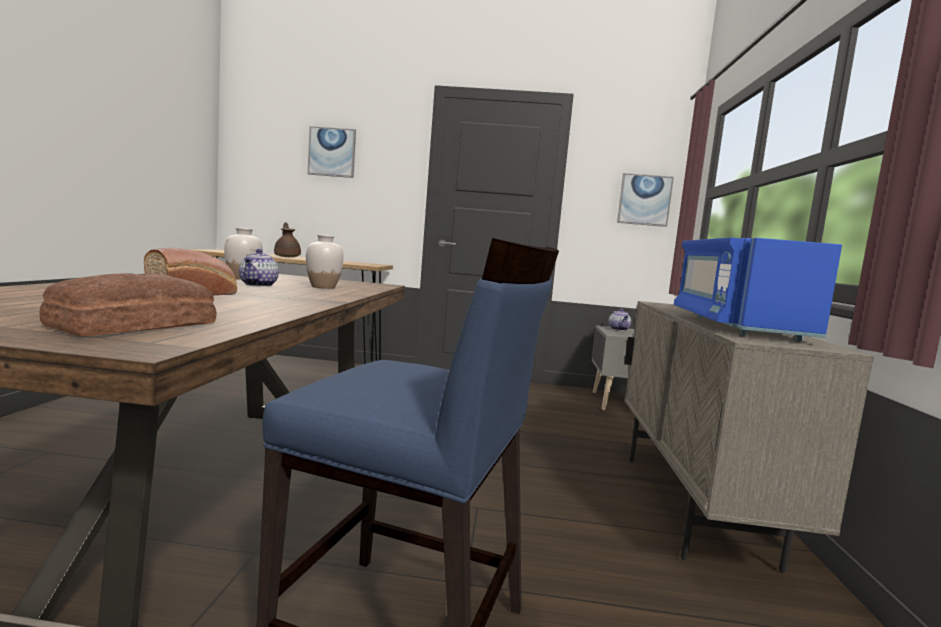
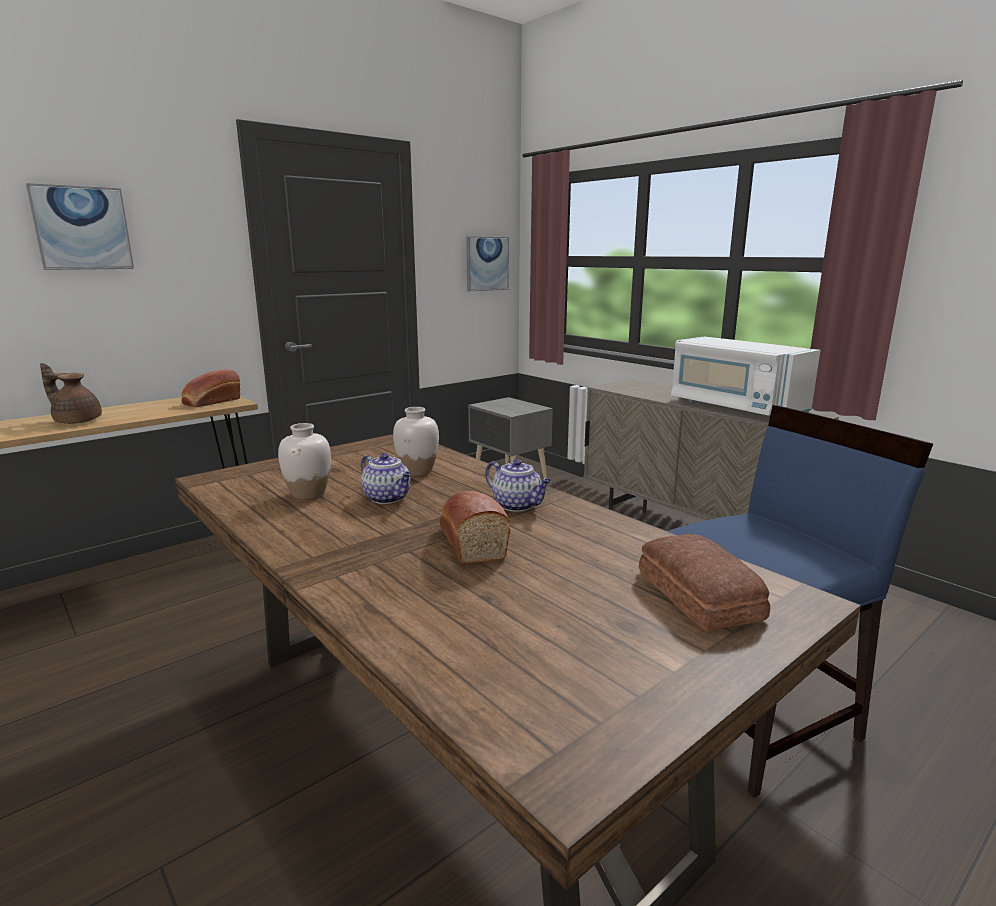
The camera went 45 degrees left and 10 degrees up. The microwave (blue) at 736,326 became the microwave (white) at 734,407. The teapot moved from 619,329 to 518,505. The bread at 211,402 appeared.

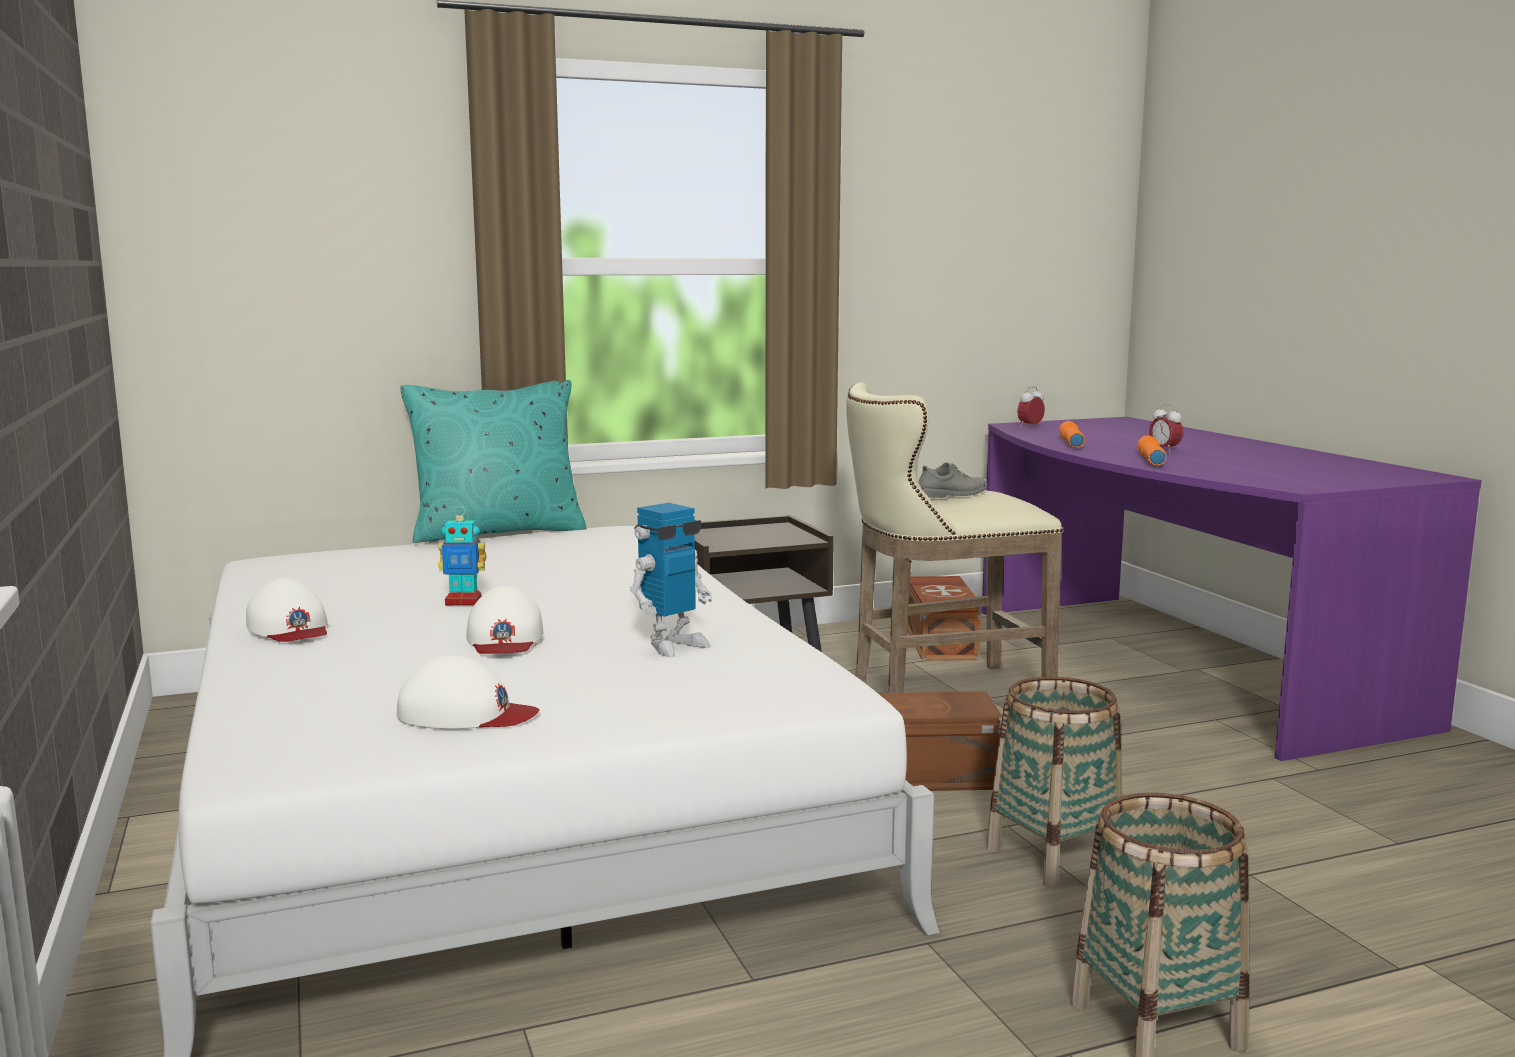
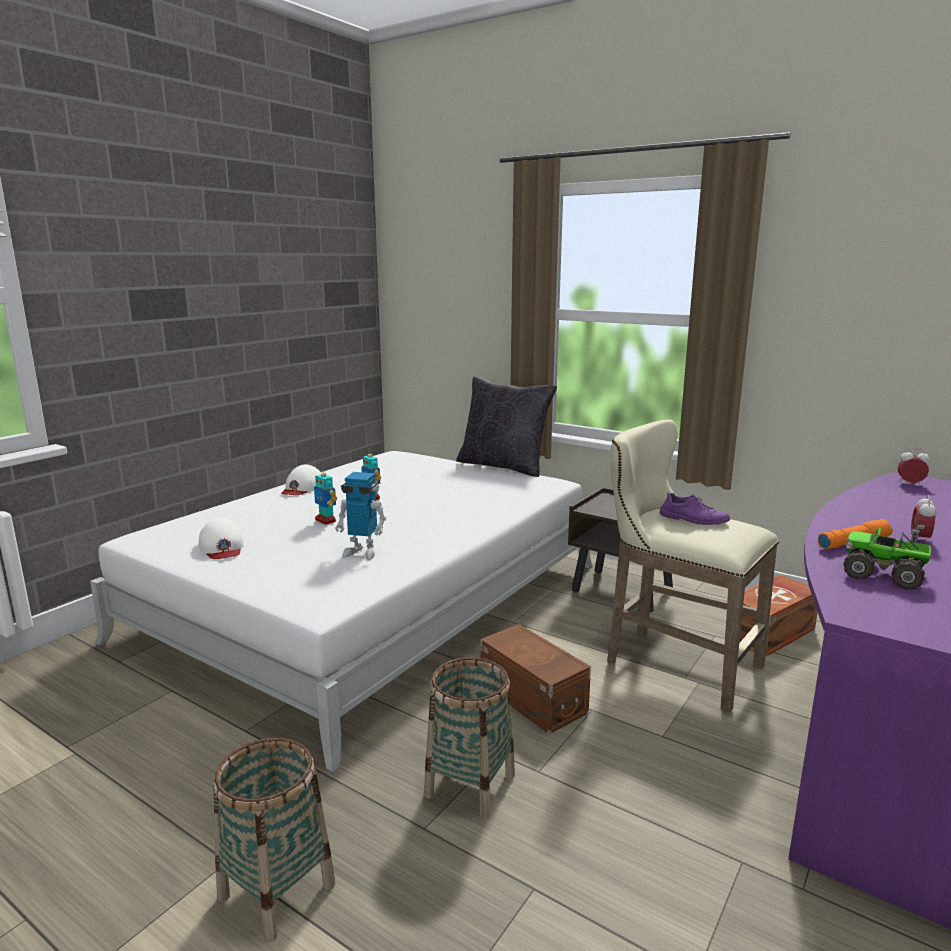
The camera went 55 degrees right and 5 degrees up. The pillow (turquoise) at 497,532 became the pillow (black) at 504,466. The flashlight (orange) at 1070,443 disappeared. The shoe (grey) at 952,494 became the shoe (purple) at 693,519. The cap (white) at 505,638 was replaced by the toy robot at 326,521. The toy truck at 884,574 appeared.

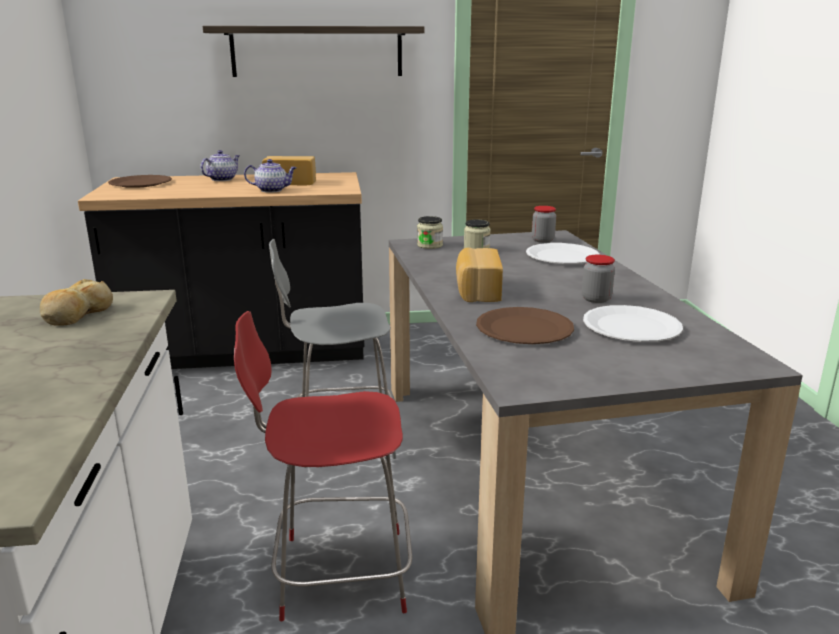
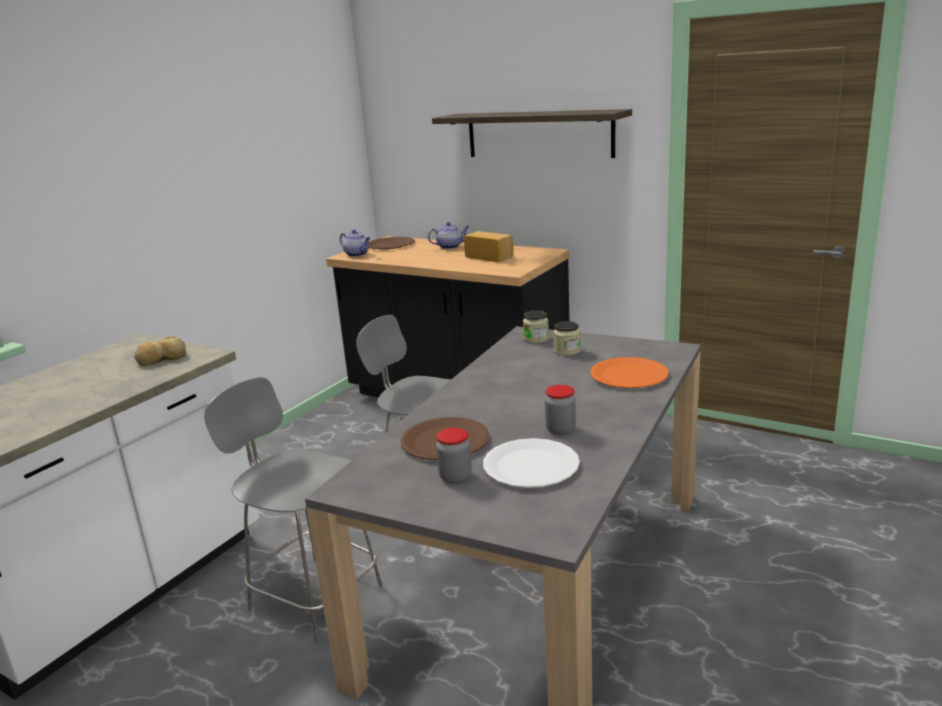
The camera went 40 degrees right and 0 degrees up. The teapot moved from 272,190 to 357,254. The jar moved from 542,240 to 455,477. The plate (white) at 562,256 became the plate (orange) at 629,375. The bread at 477,291 disappeared. The chair (red) at 337,573 became the chair (grey) at 312,596.

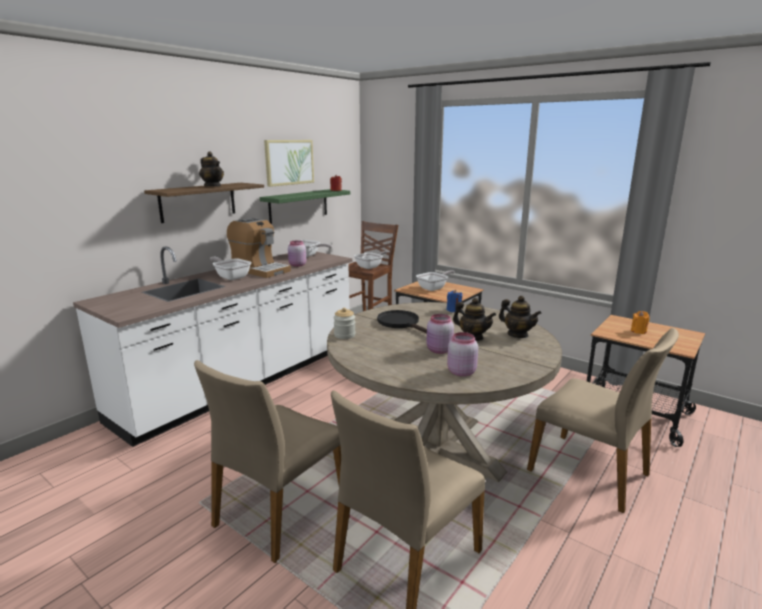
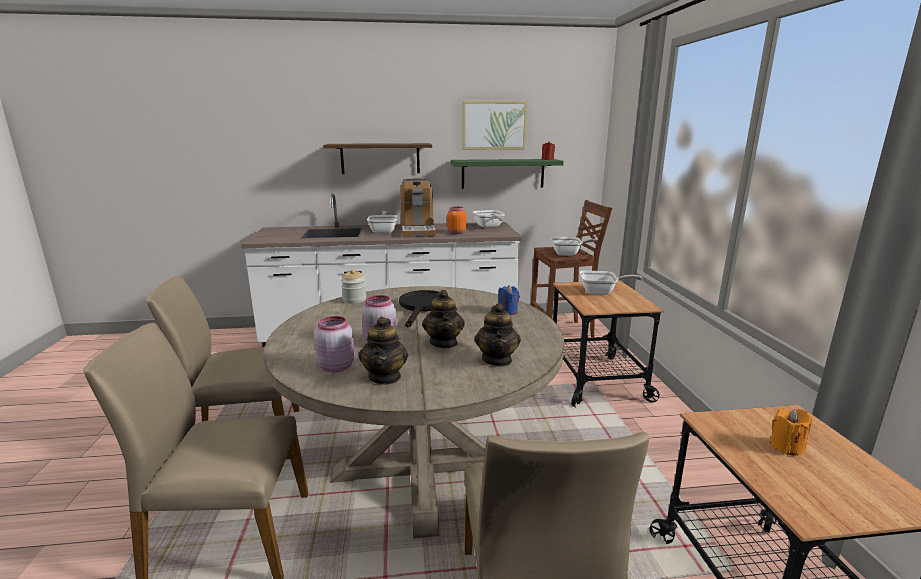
The camera went 45 degrees right and 0 degrees up. The teapot moved from 213,186 to 385,377. The jar (pink) at 297,265 became the jar (orange) at 456,232.

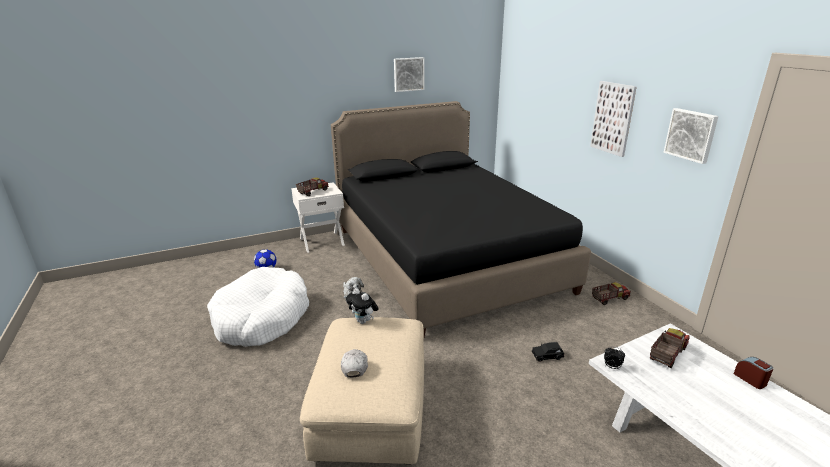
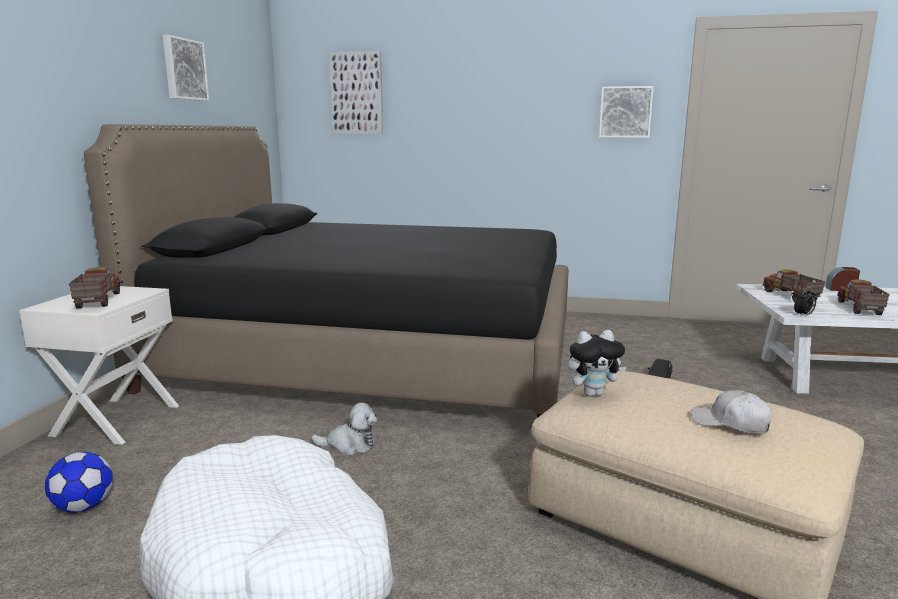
The camera went 55 degrees left and 10 degrees down. The picture moved from 612,118 to 357,93. The toy truck moved from 609,299 to 859,309.

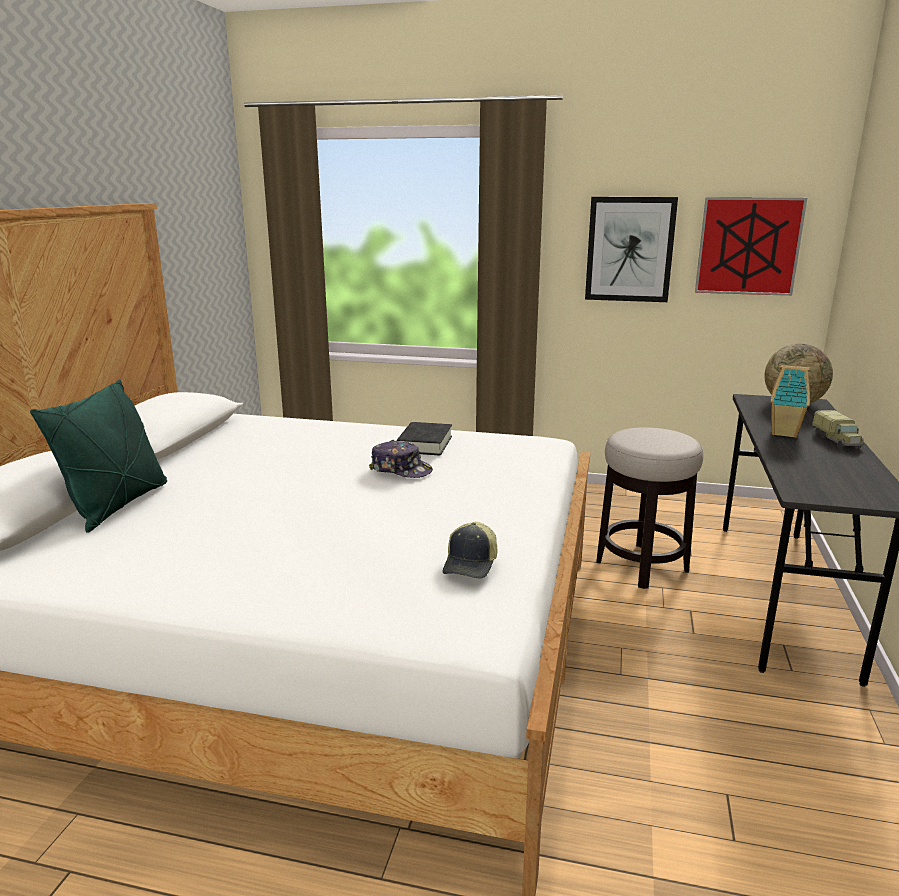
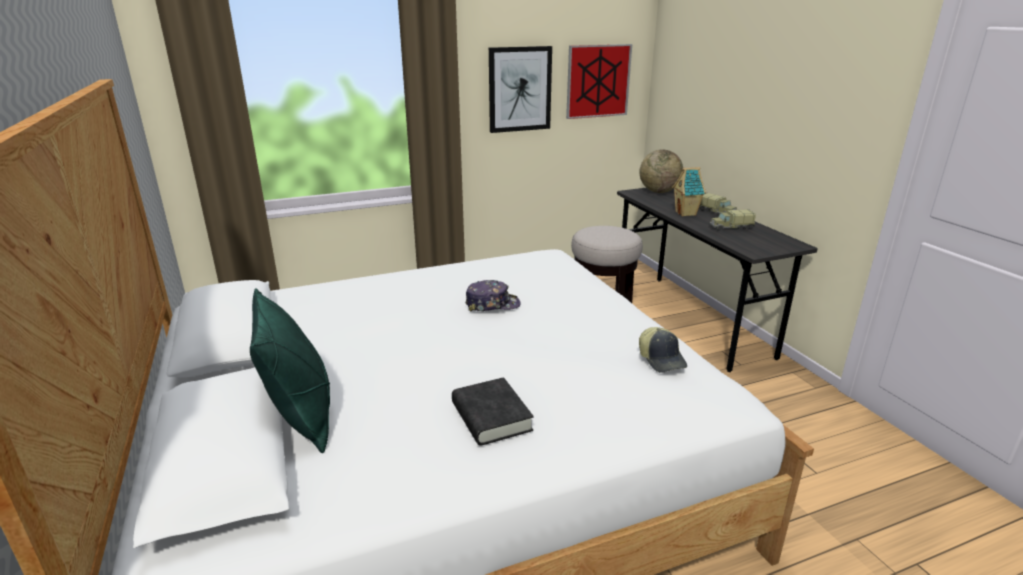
The camera went 35 degrees left and 5 degrees up. The book (black) moved from 424,444 to 491,417. The toy truck at 730,228 appeared.

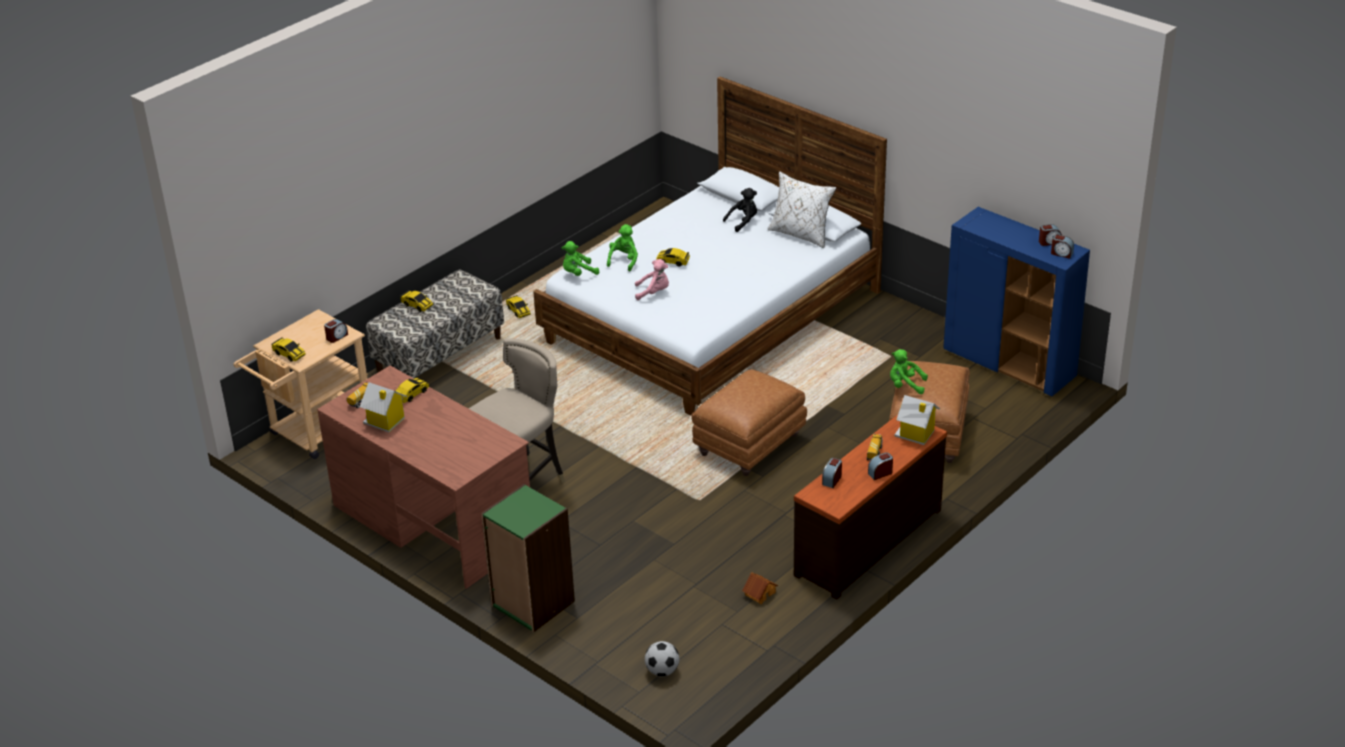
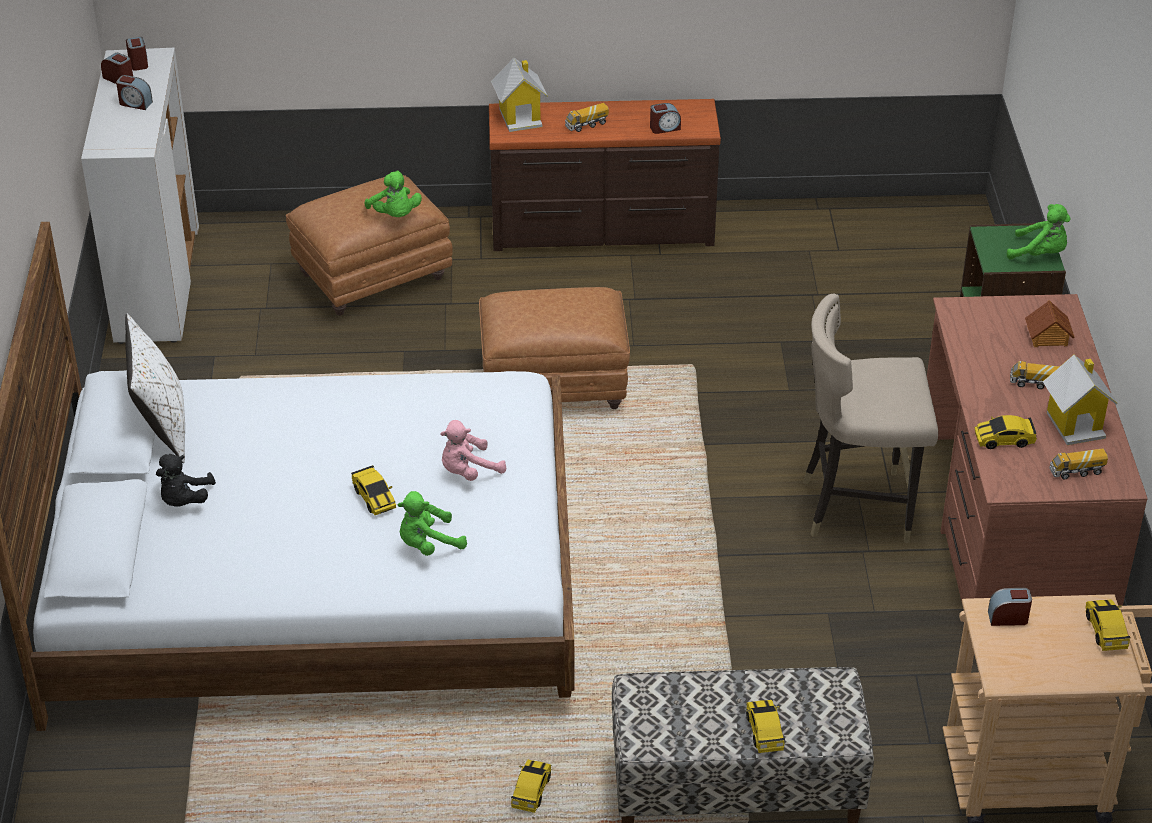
The camera went 135 degrees left and 5 degrees up. The plush toy (black) at 743,222 turned 90 degrees counterclockwise. The cabinet (blue) at 1010,364 became the cabinet (white) at 157,285. The plush toy (green) moved from 578,273 to 1040,254. The plush toy (pink) at 654,292 turned 75 degrees counterclockwise. The alarm clock moved from 880,473 to 135,103. The toy house moved from 759,593 to 1047,337. The football at 662,671 disappeared. The toy truck at 1035,383 appeared.

